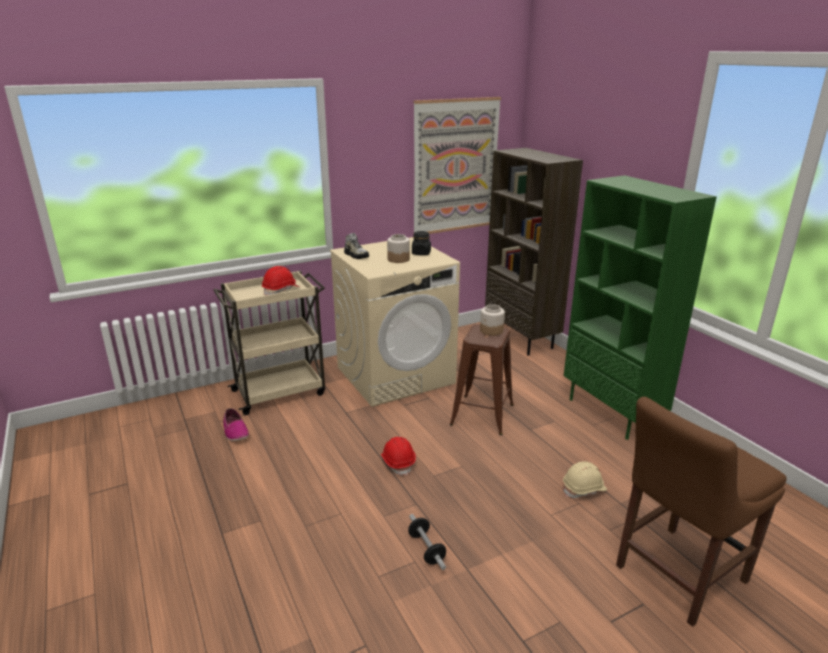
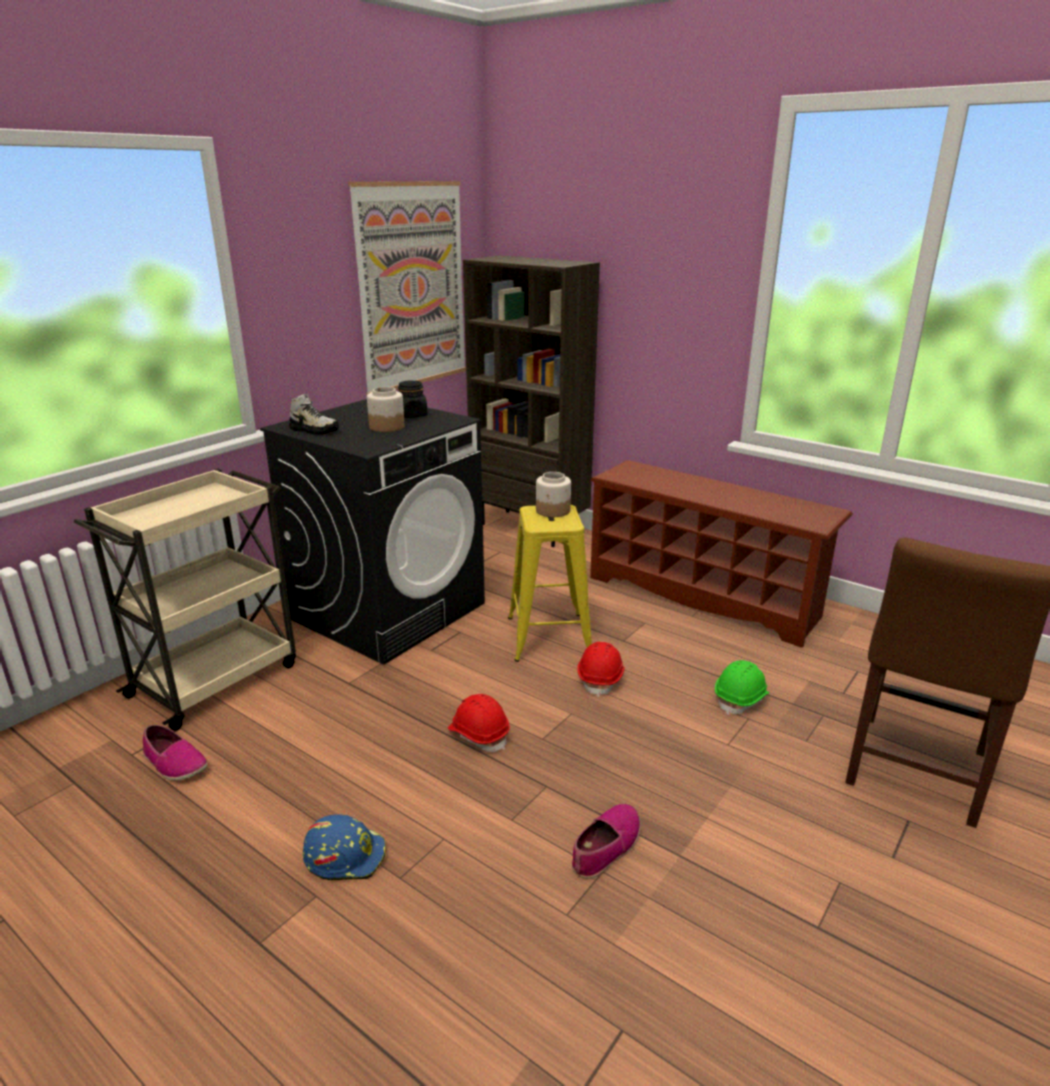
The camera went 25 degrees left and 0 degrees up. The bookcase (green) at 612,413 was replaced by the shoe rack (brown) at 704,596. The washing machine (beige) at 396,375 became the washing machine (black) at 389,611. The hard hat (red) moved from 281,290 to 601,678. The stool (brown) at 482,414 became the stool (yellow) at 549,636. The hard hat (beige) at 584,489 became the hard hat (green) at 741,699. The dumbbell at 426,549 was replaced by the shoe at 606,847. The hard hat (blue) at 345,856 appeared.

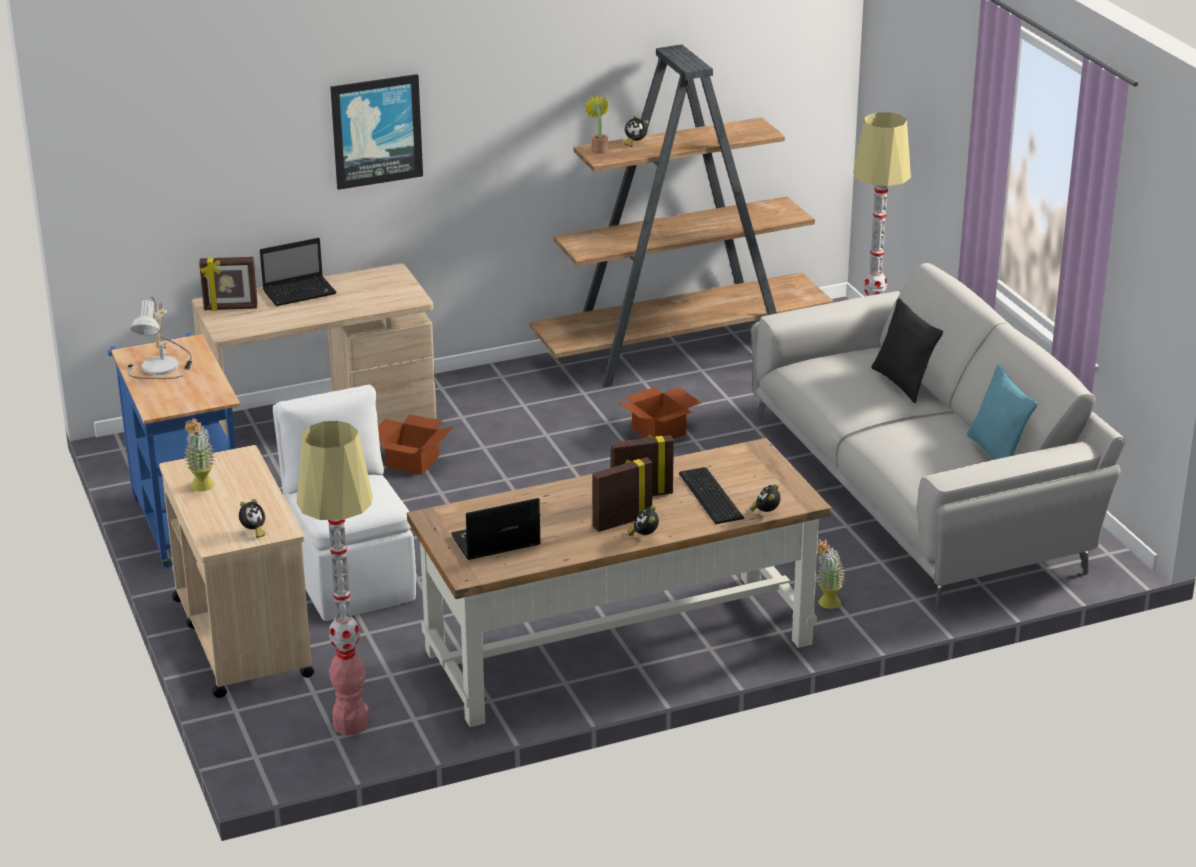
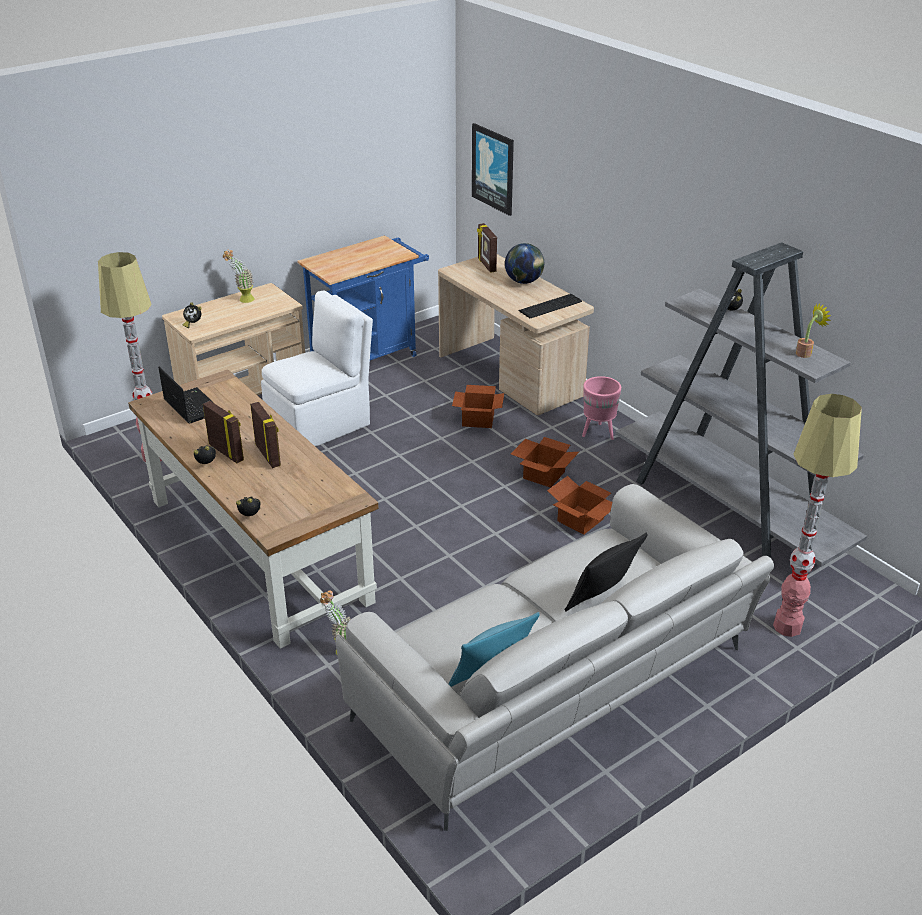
The camera went 75 degrees right and 5 degrees up. The bookcase (brown) at 682,349 became the bookcase (grey) at 728,511. The picture moved from 376,131 to 493,169. The potted plant moved from 599,149 to 806,353. The laptop at 301,292 was replaced by the globe at 524,282. The table lamp at 163,367 disappeared. The keyboard moved from 709,497 to 549,306. The planter (pink) at 599,433 appeared. The cardboard box at 543,474 appeared.

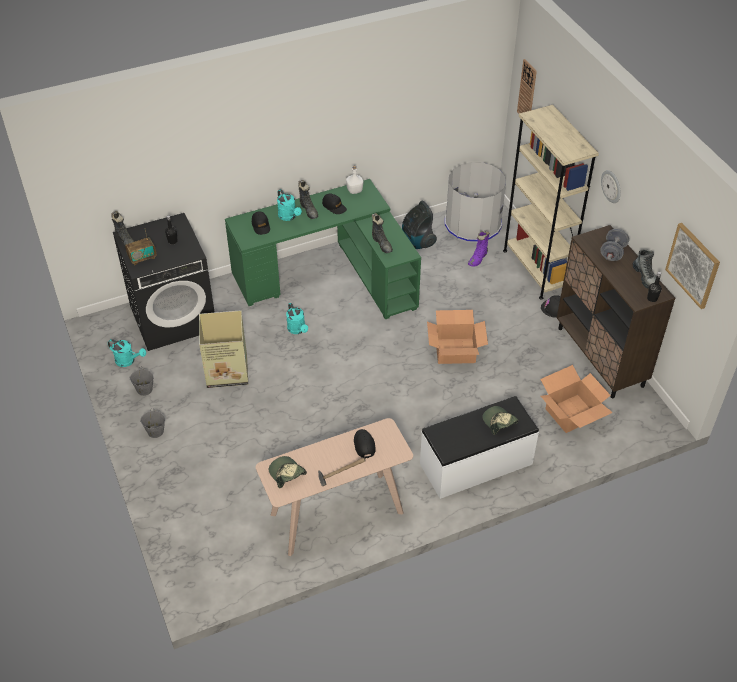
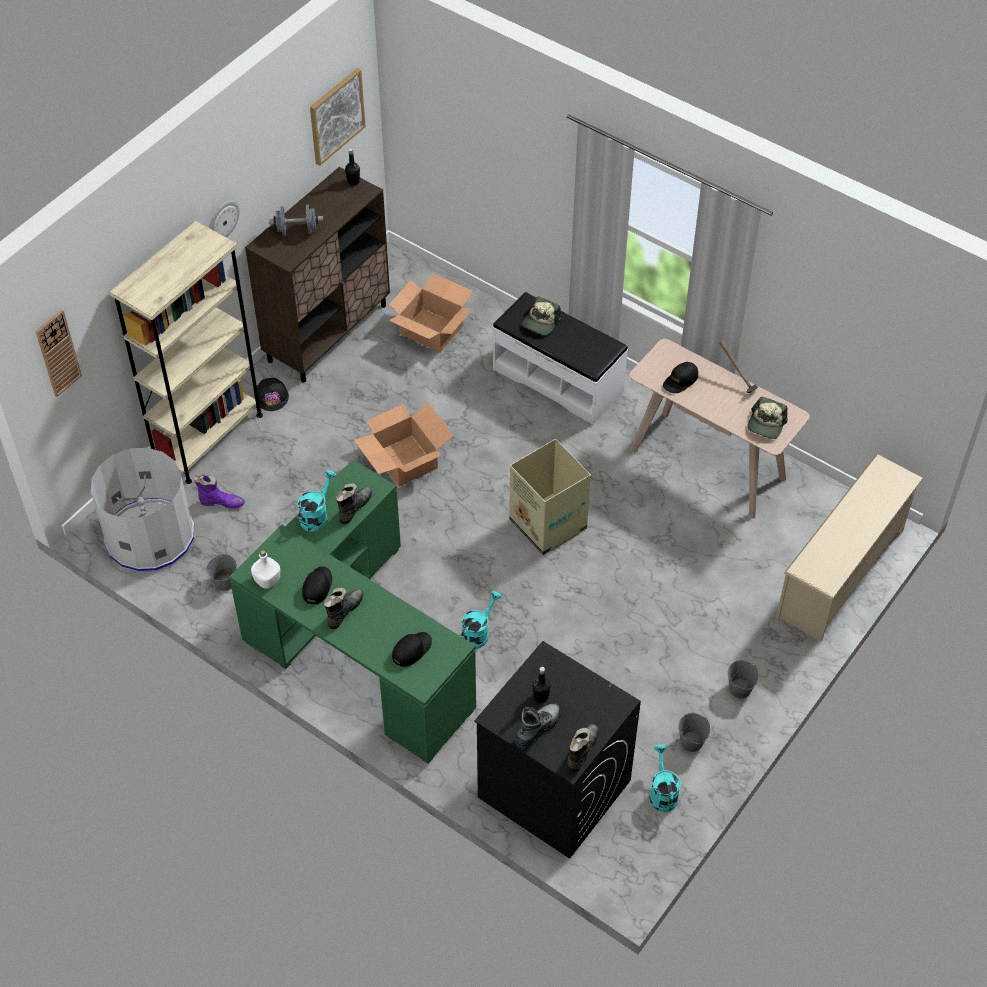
The camera went 120 degrees left and 5 degrees up. The watering can (turquoise) moved from 289,217 to 316,515. The vacuum cleaner at 417,242 was replaced by the bucket (grey) at 225,582. The radio at 142,258 disappeared. The boot moved from 645,277 to 537,729. The cardboard box moved from 226,371 to 548,525. The shoe rack (beige) at 842,574 appeared.

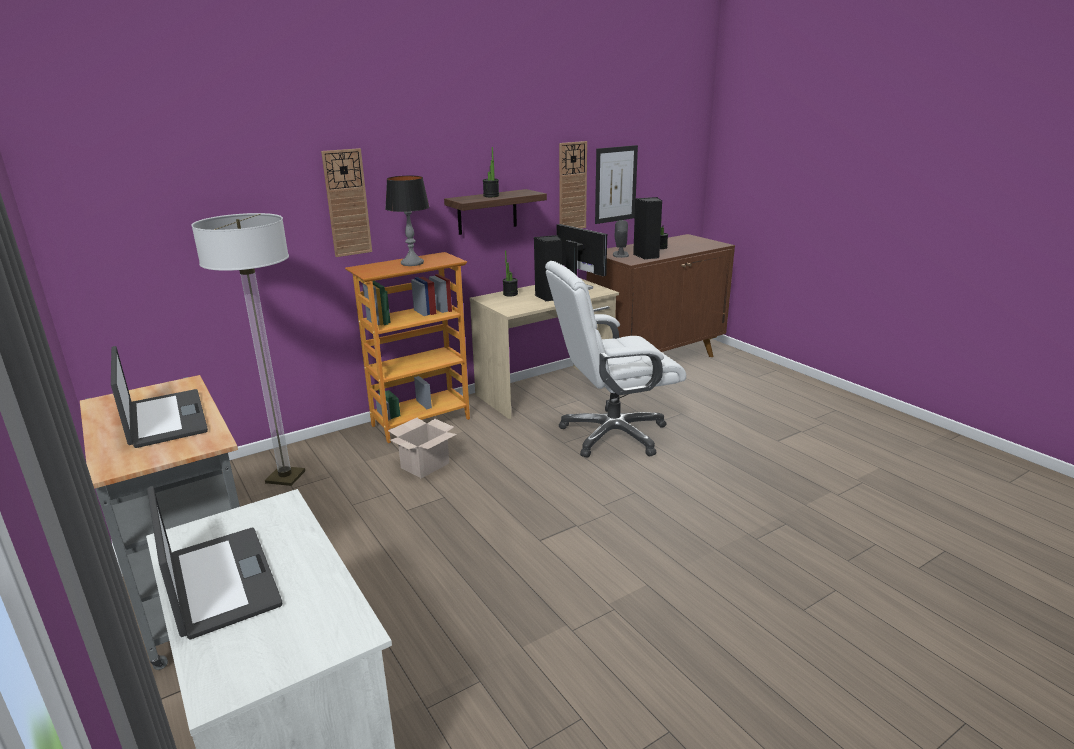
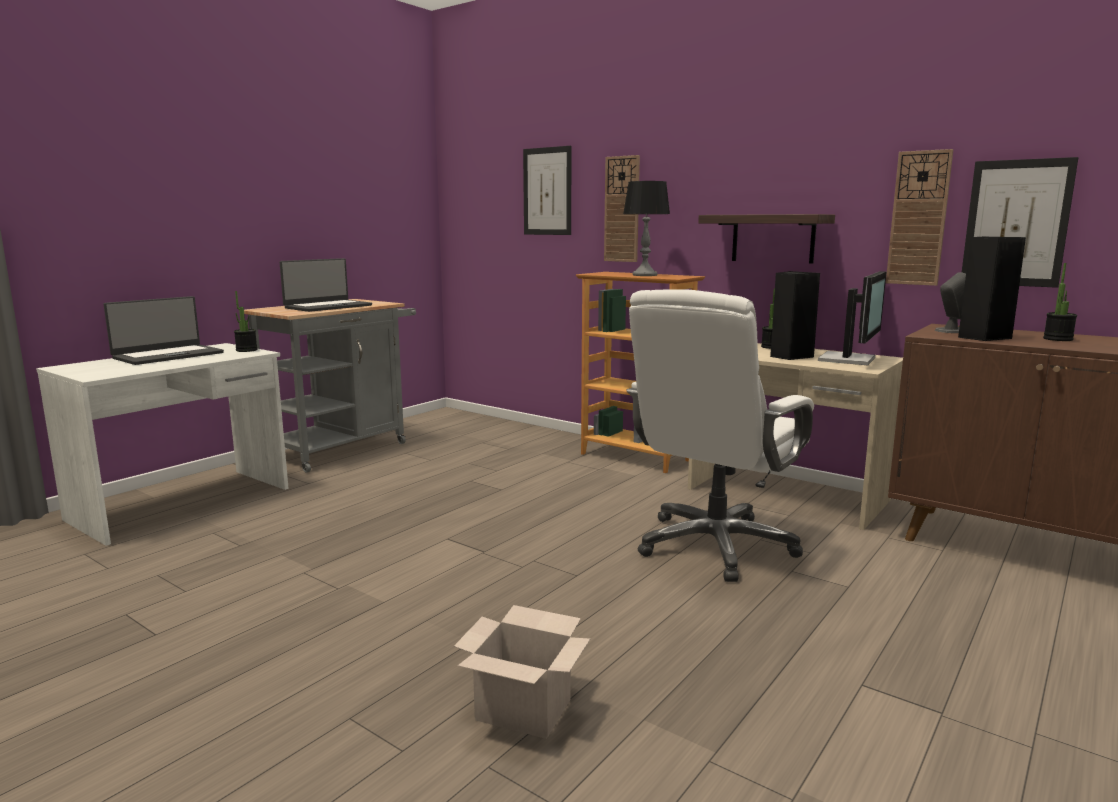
The camera went 70 degrees right and 10 degrees down. The potted plant moved from 491,196 to 246,350. The floor lamp at 285,477 disappeared. The office chair (white) at 612,434 turned 105 degrees counterclockwise. The cardboard box moved from 425,465 to 526,709. The picture at 547,191 appeared.

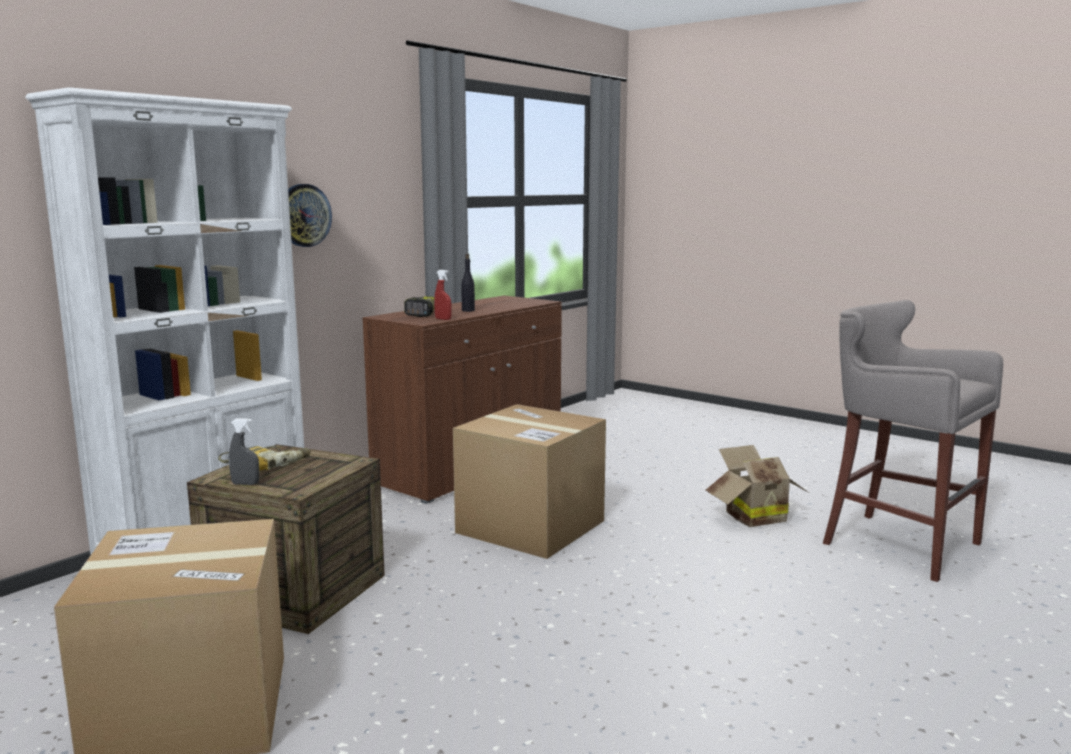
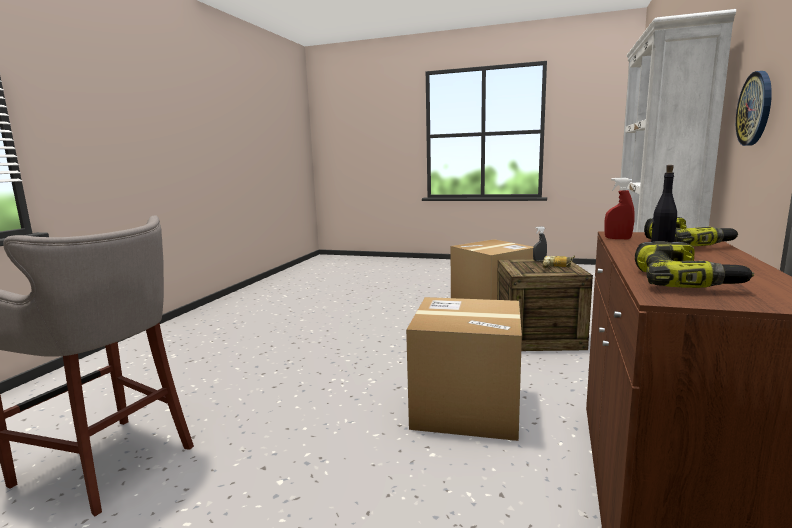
The camera went 160 degrees right and 0 degrees up. The cardboard box at 751,517 disappeared. The power drill at 684,281 appeared.

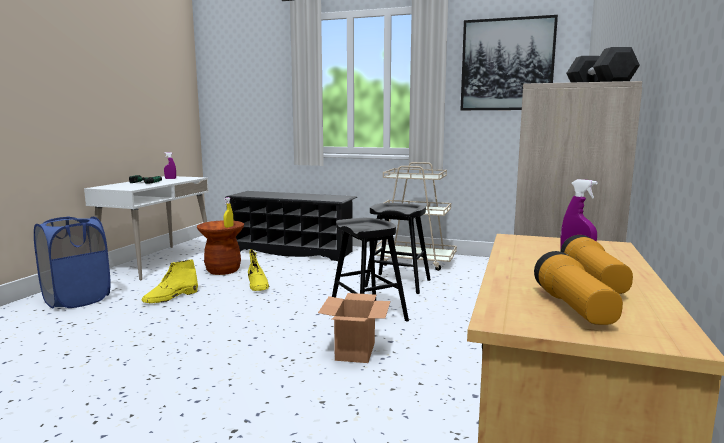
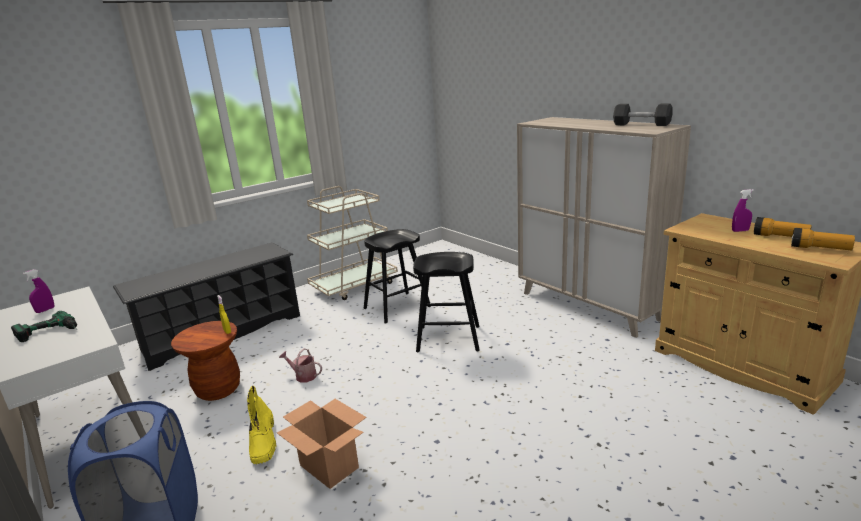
The camera went 55 degrees left and 10 degrees up. The picture at 507,65 disappeared. The boot (yellow) at 258,285 was replaced by the watering can at 303,376. The cardboard box moved from 355,351 to 328,466.

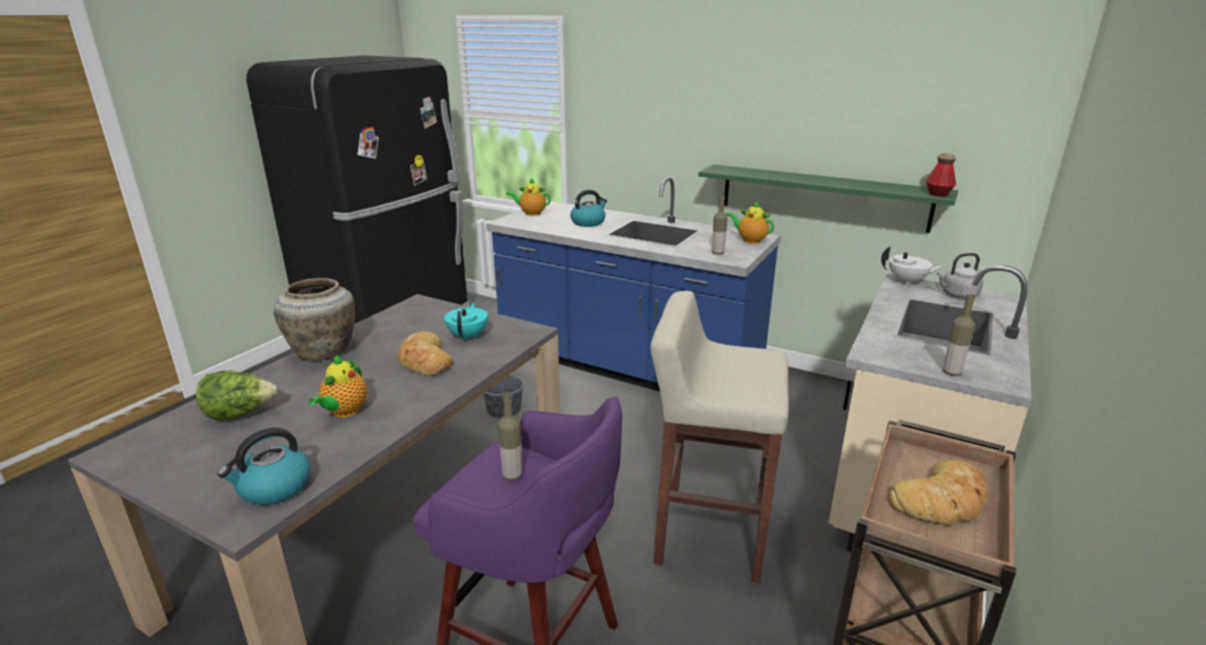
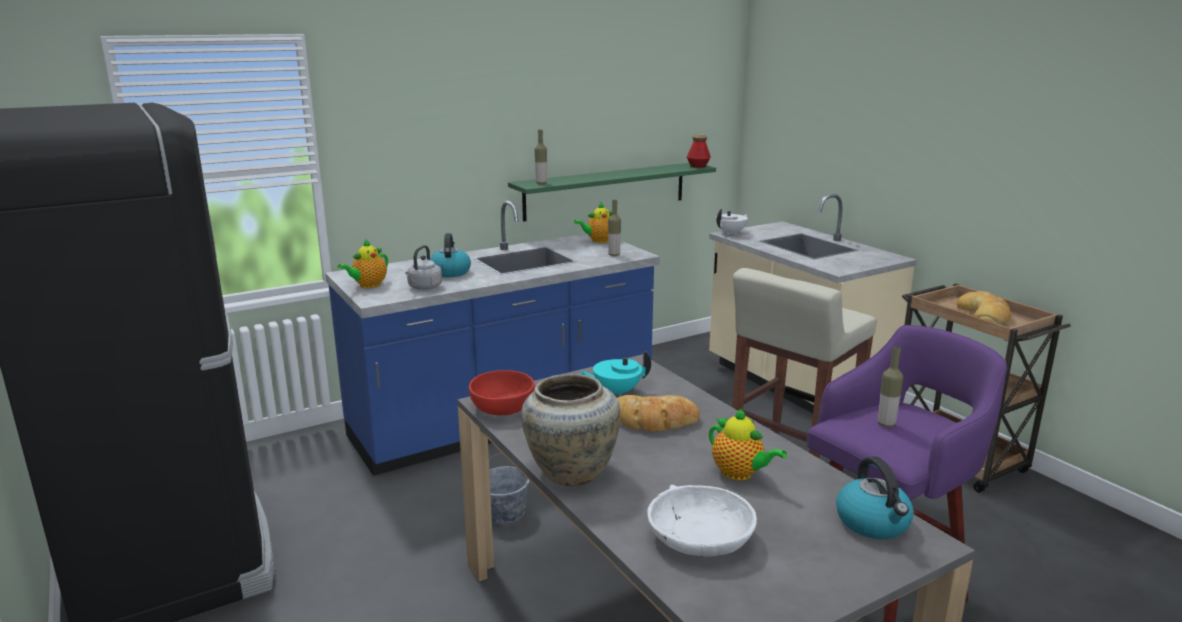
The camera went 60 degrees left and 5 degrees down. The kettle (grey) moved from 957,295 to 424,288. The bottle moved from 951,372 to 541,183. The teapot (turquoise) at 468,336 turned 45 degrees counterclockwise. The lettuce at 240,414 was replaced by the bowl (white) at 699,535. The bowl (red) at 502,407 appeared.

